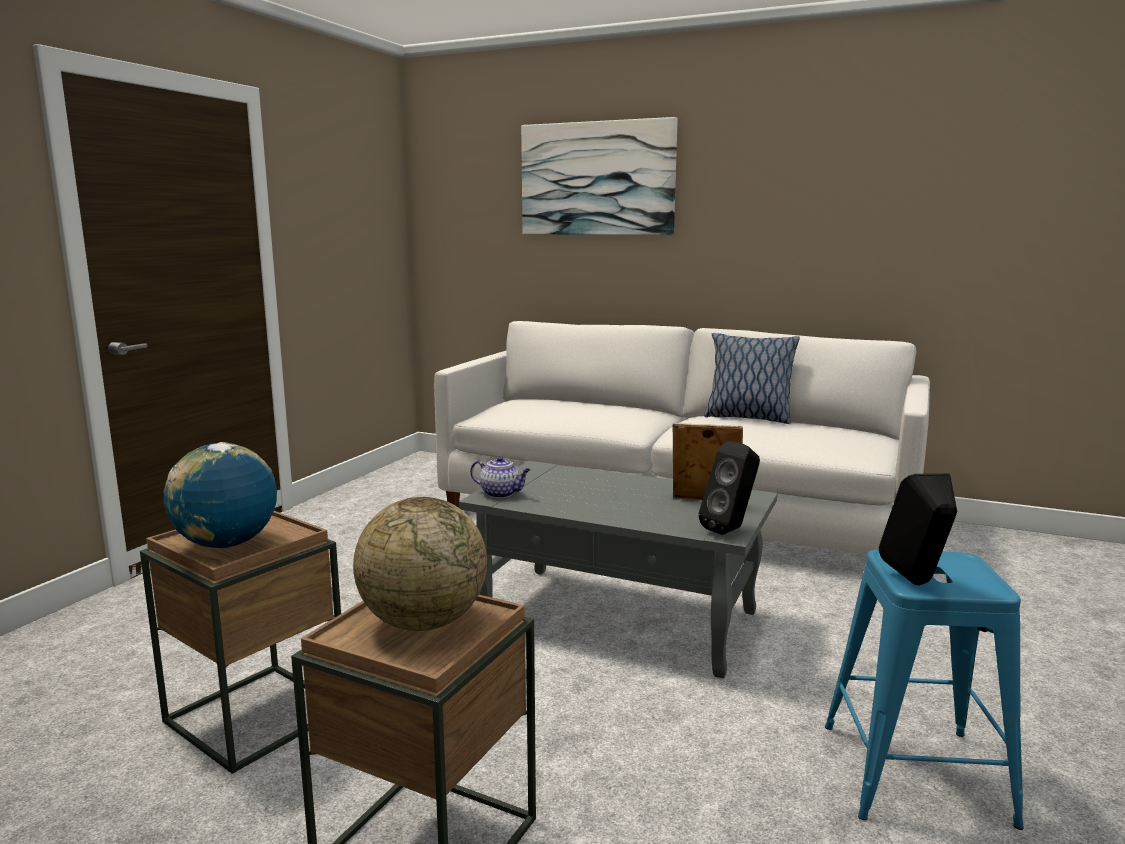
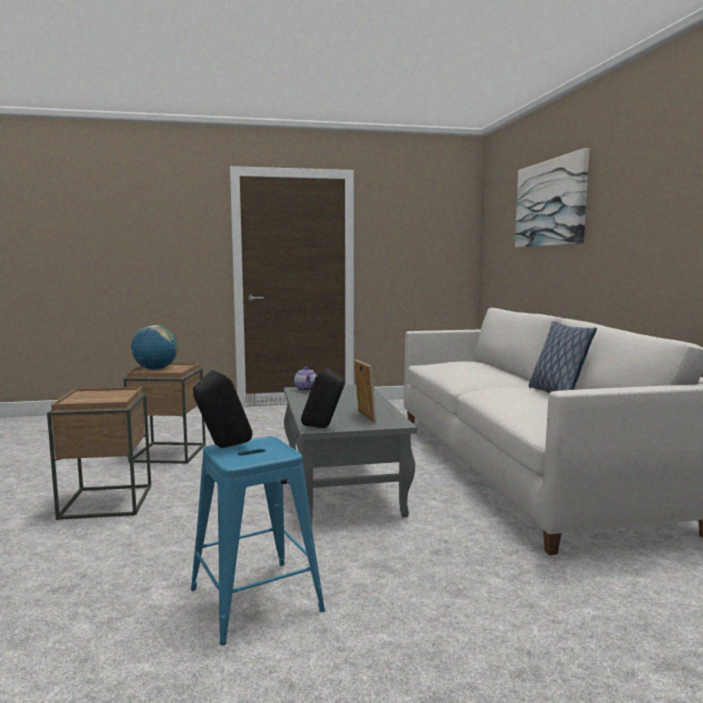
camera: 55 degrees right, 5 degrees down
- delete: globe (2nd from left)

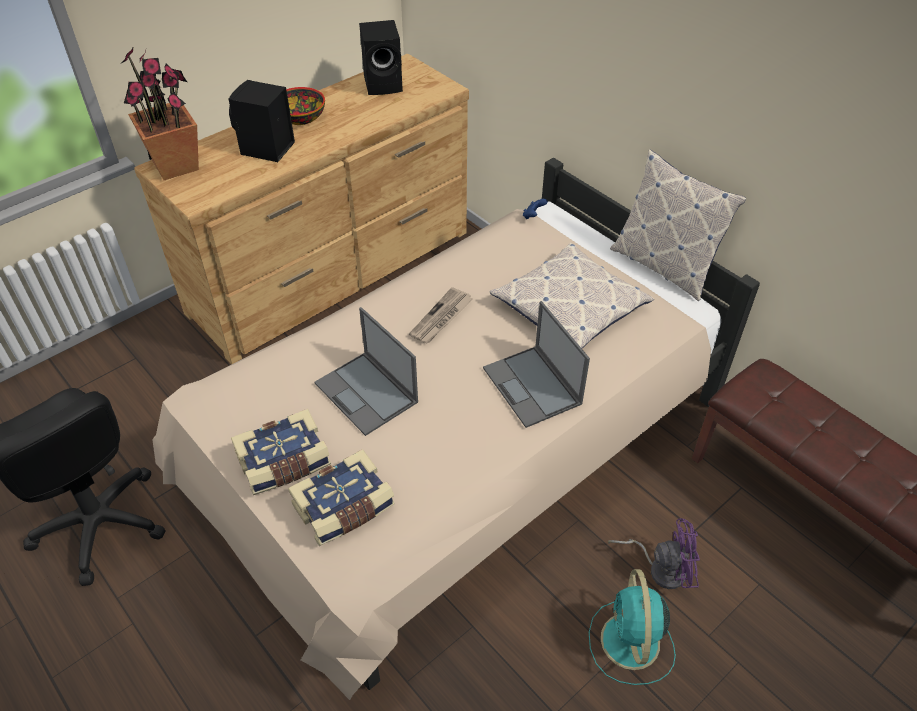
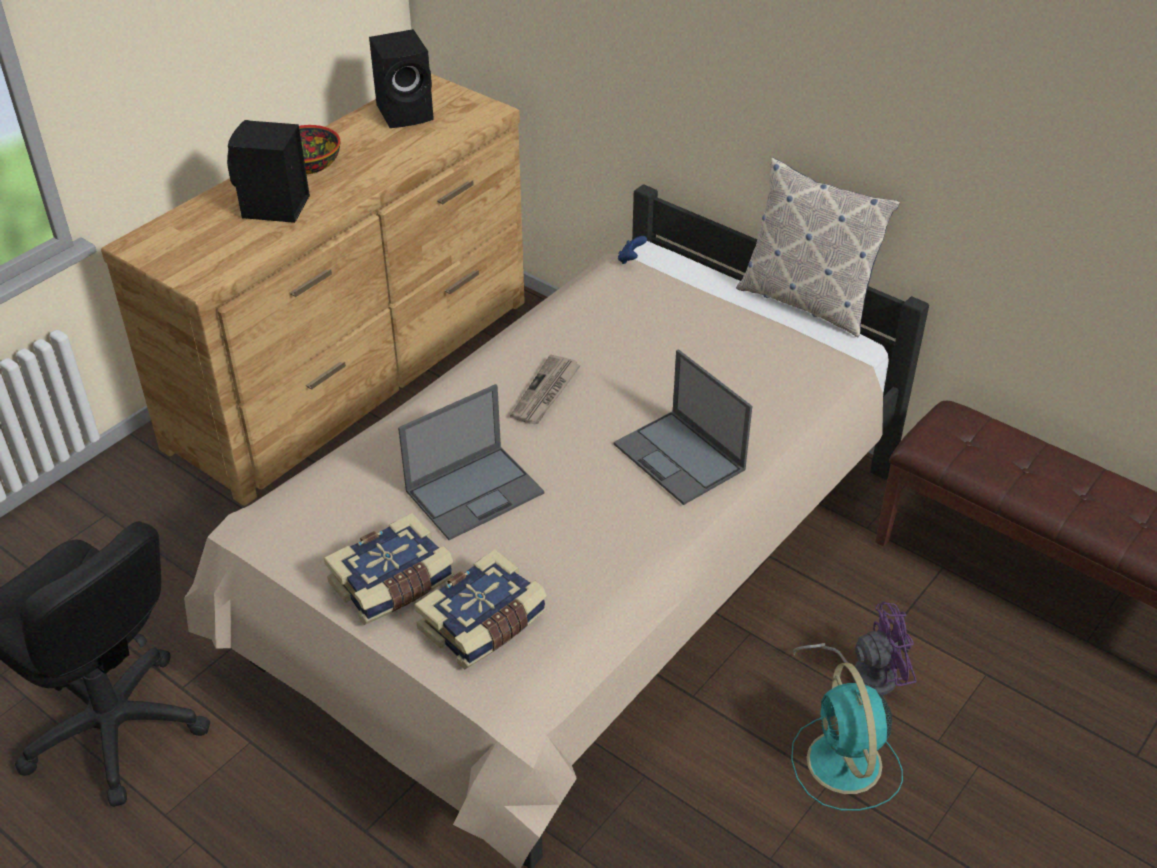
camera: 10 degrees left, 5 degrees down
- delete: potted plant
- delete: pillow (1st from left)
- rotate: laptop (1st from left) 75 degrees counterclockwise

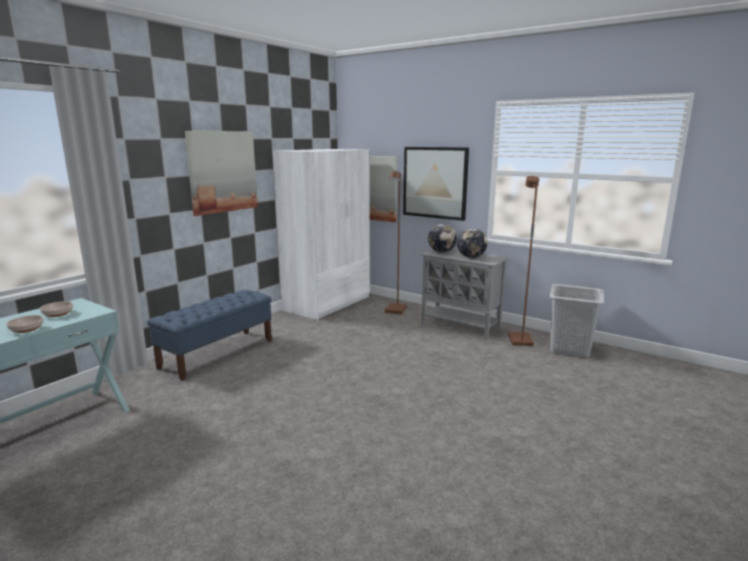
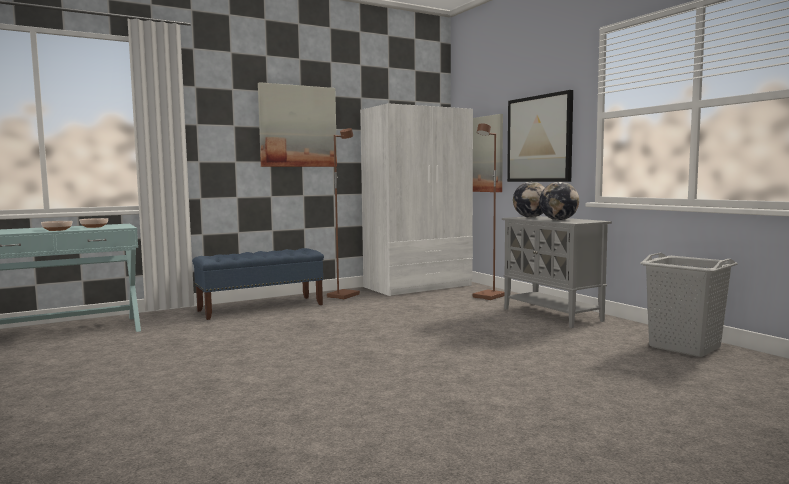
camera: 25 degrees right, 10 degrees down
- move: floor lamp (brown) (2nd from left in the first image) to floor lamp (brown) (1st from left)

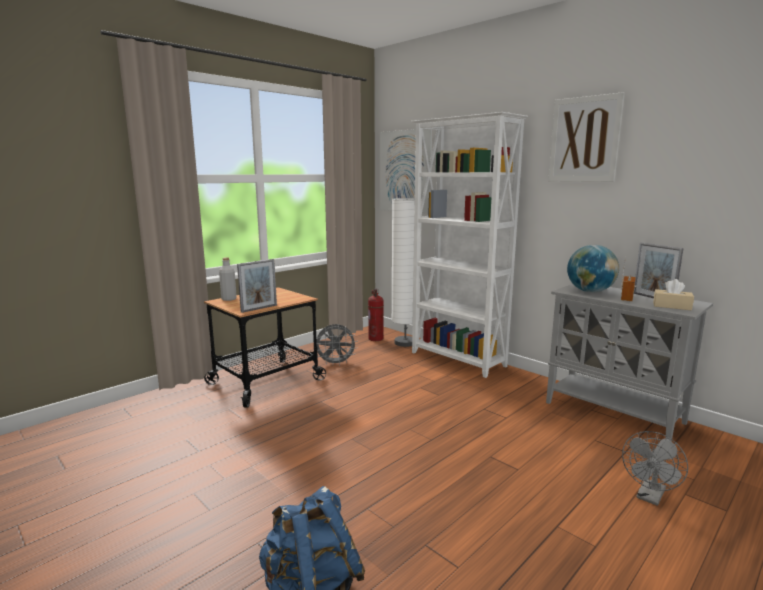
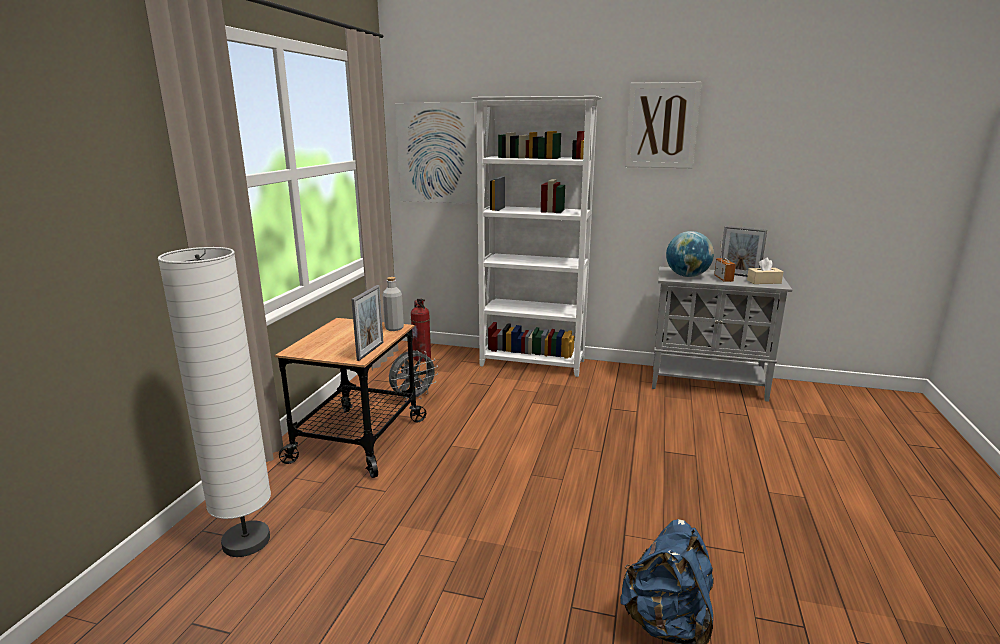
camera: 30 degrees left, 5 degrees up
- delete: fan (grey) (2nd from left)
- move: bottle (grey)
- move: floor lamp (white)

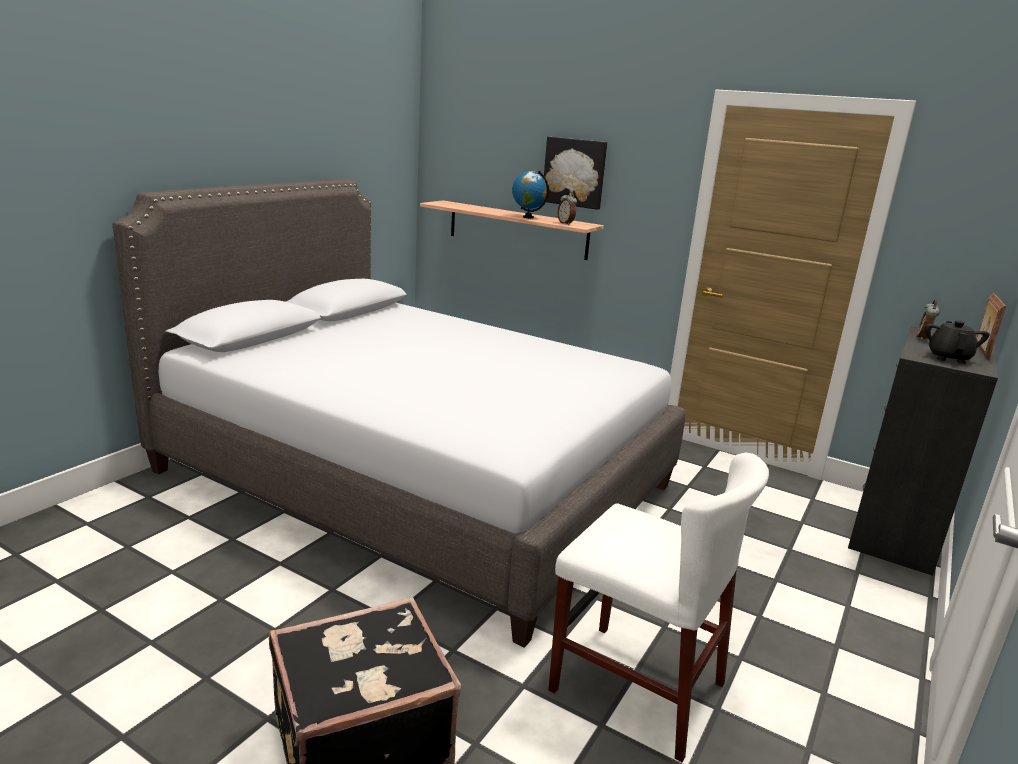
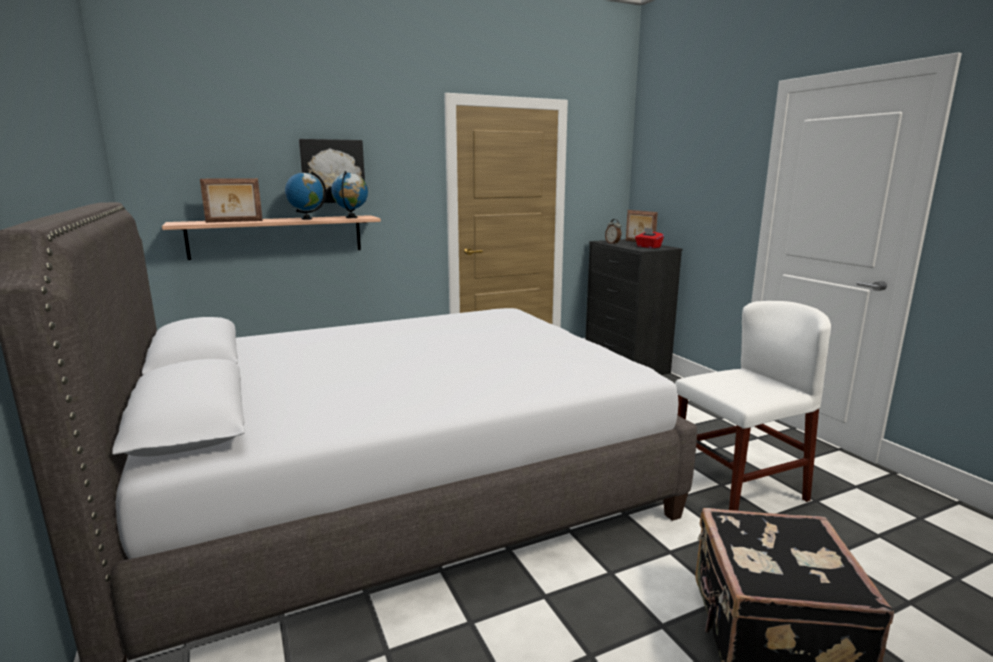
camera: 55 degrees left, 5 degrees down
- insert: picture frame (1st from left)
- replace: alarm clock (1st from left) to globe (2nd from left)
- replace: teapot (black) to tissue box (red)

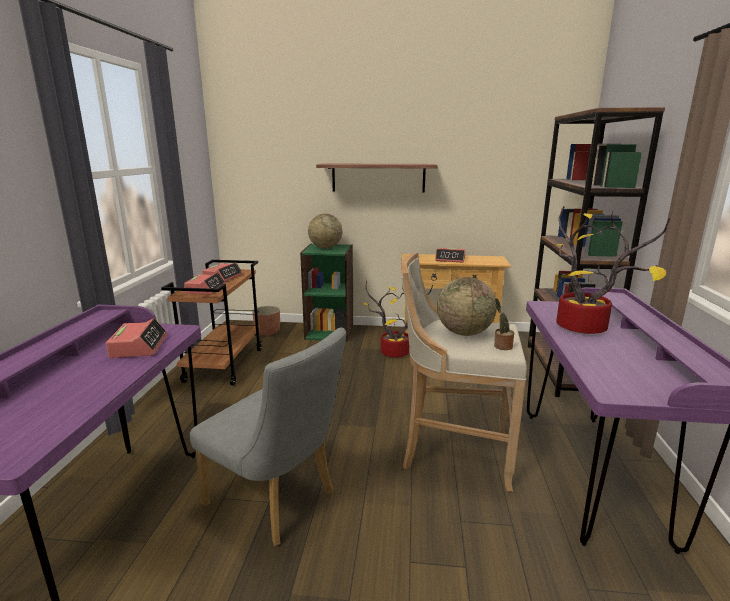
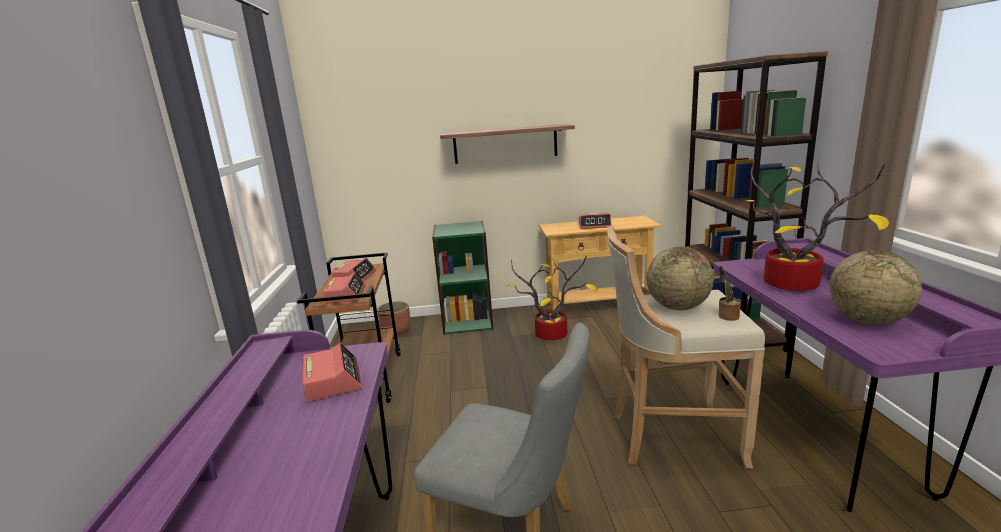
camera: 10 degrees left, 0 degrees up
- move: globe (1st from left in the first image) to globe (2nd from left)

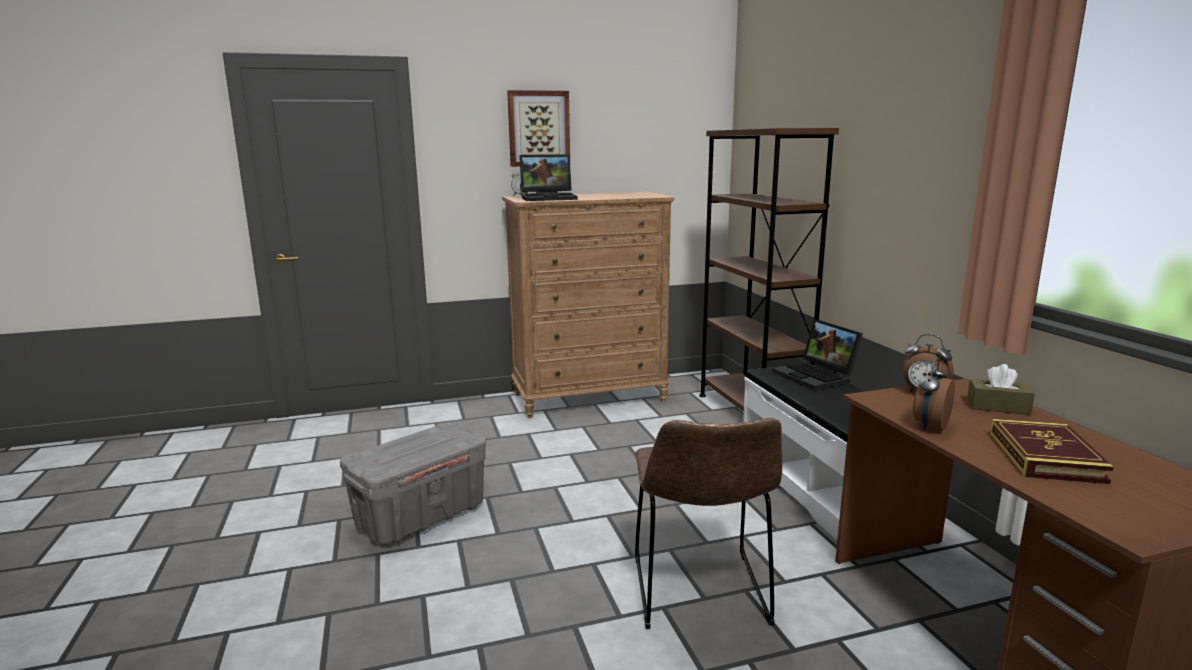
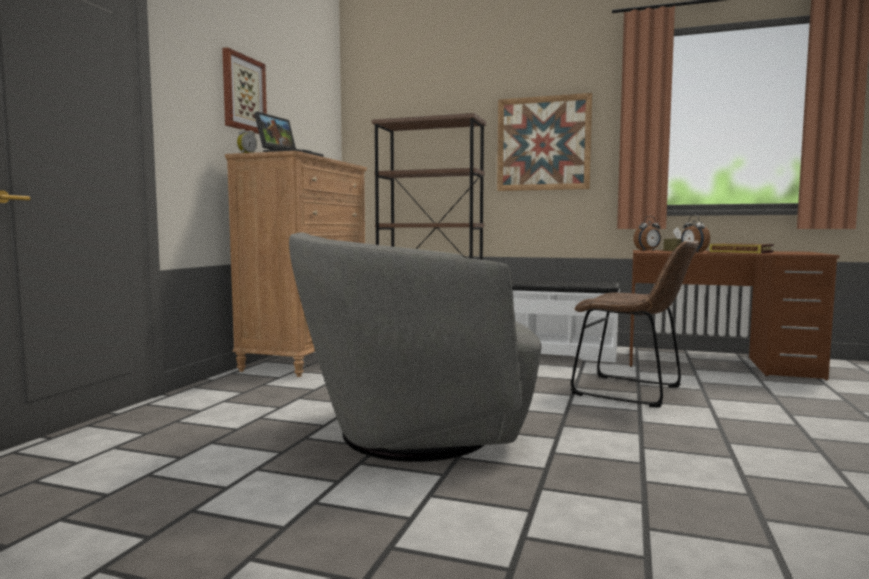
camera: 55 degrees left, 10 degrees down
- delete: laptop (2nd from left)
- insert: picture (2nd from left)
- replace: storage box (grey) to armchair (grey)

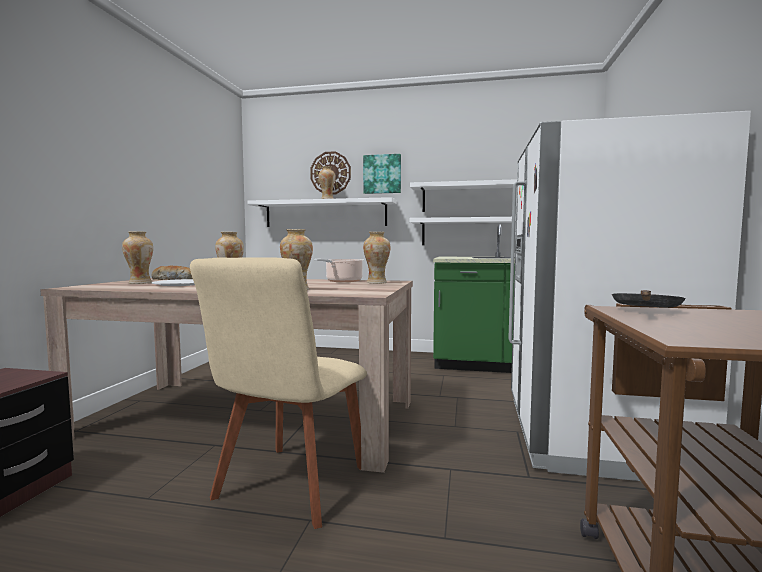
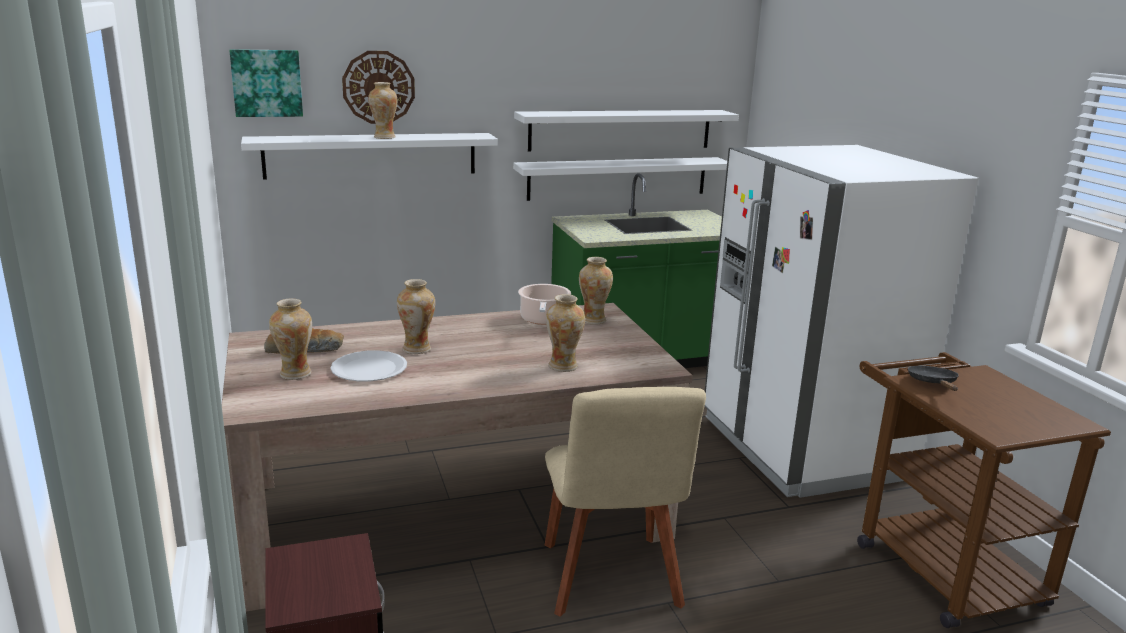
camera: 30 degrees left, 15 degrees up
- move: picture

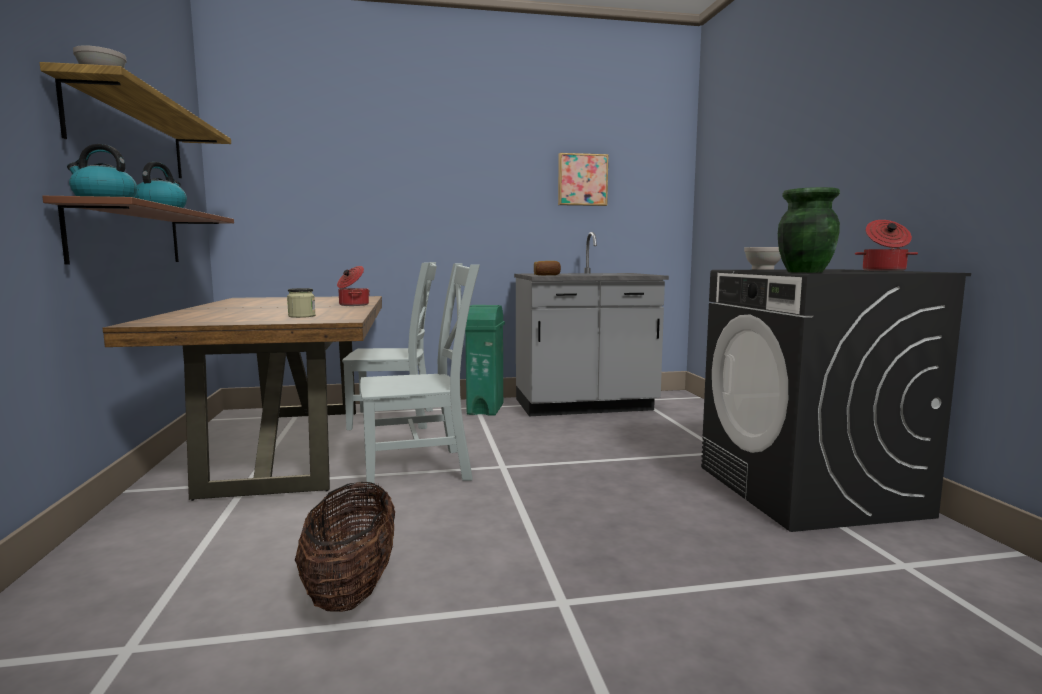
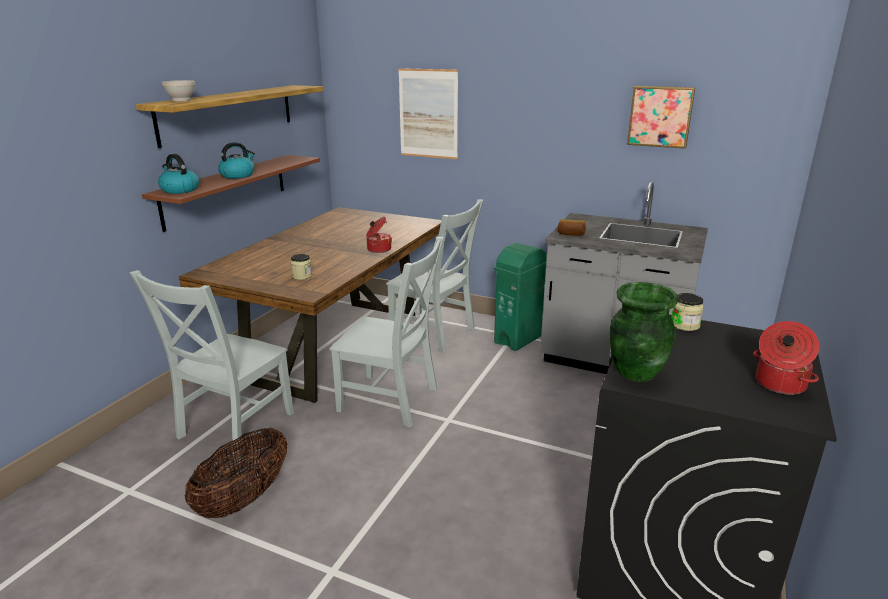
camera: 35 degrees right, 15 degrees up
- insert: chair (grey) (1st from left)
- insert: picture (1st from left)
- replace: bowl (white) (2nd from left) to jar (2nd from left)

